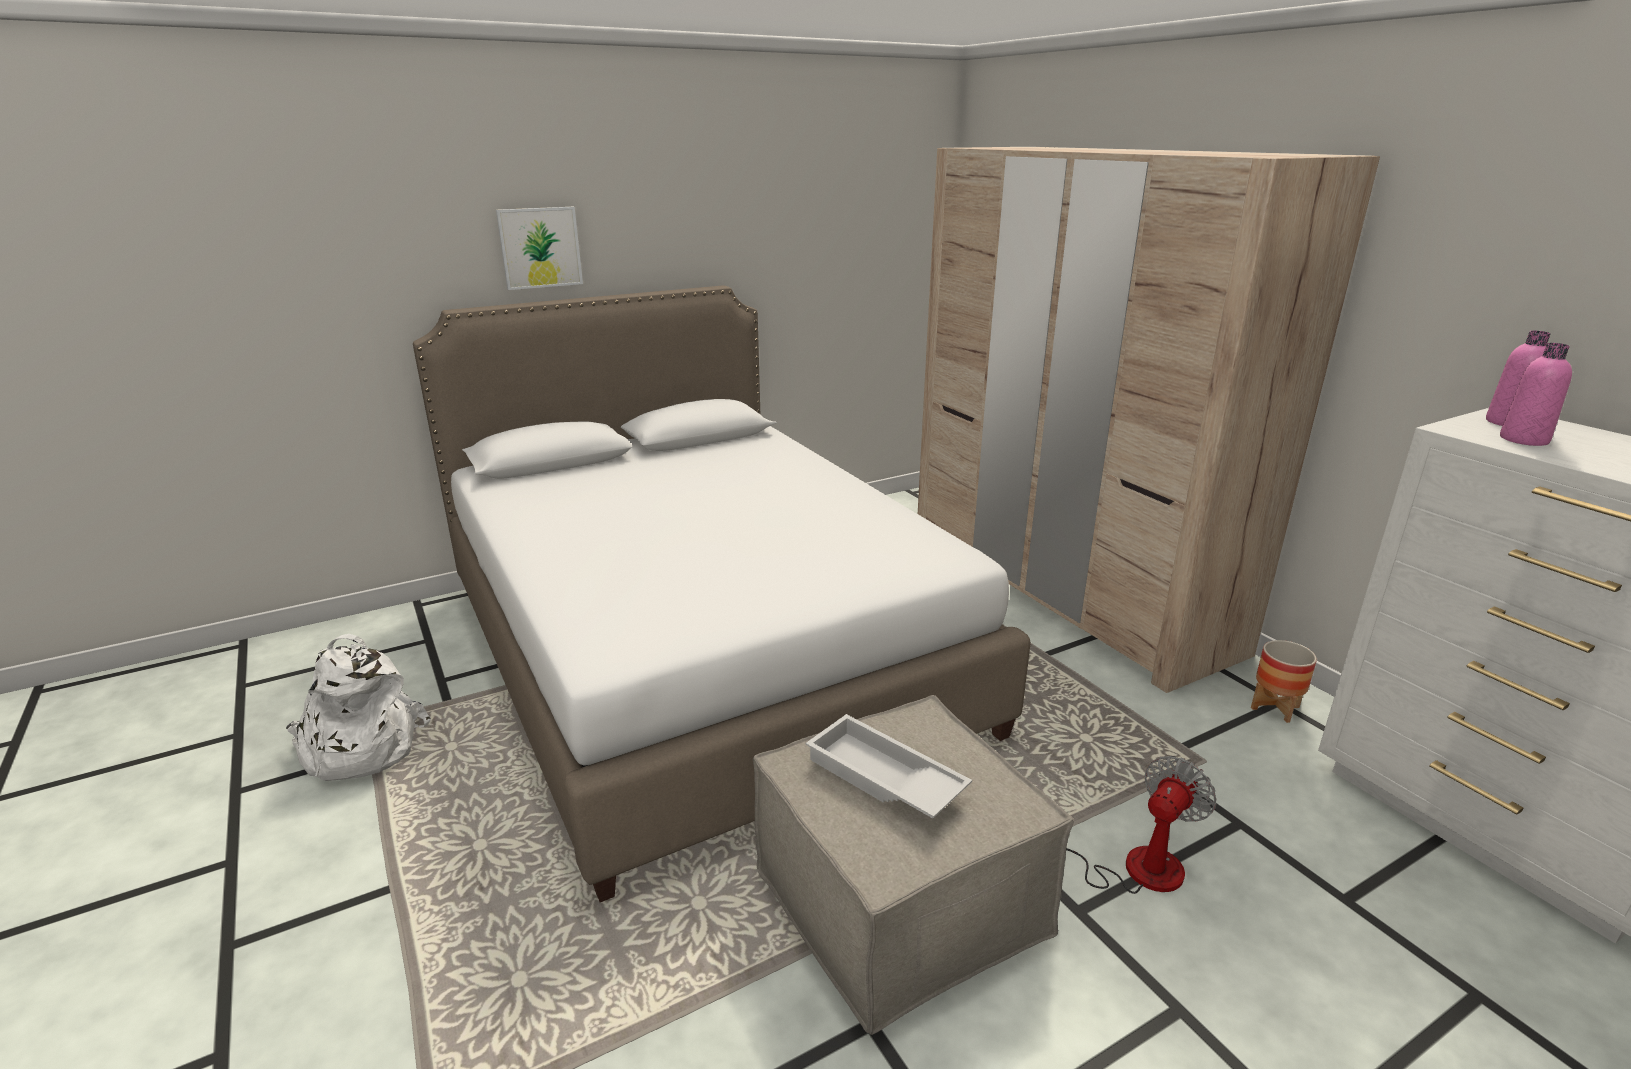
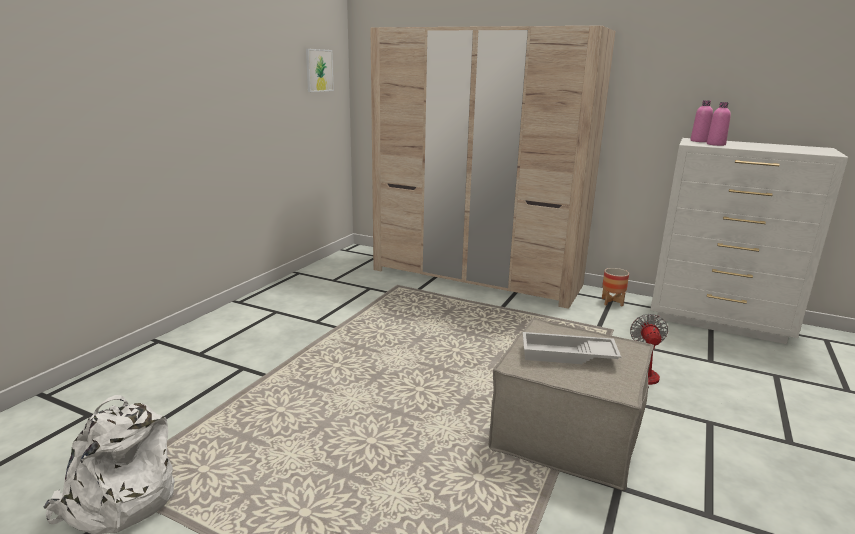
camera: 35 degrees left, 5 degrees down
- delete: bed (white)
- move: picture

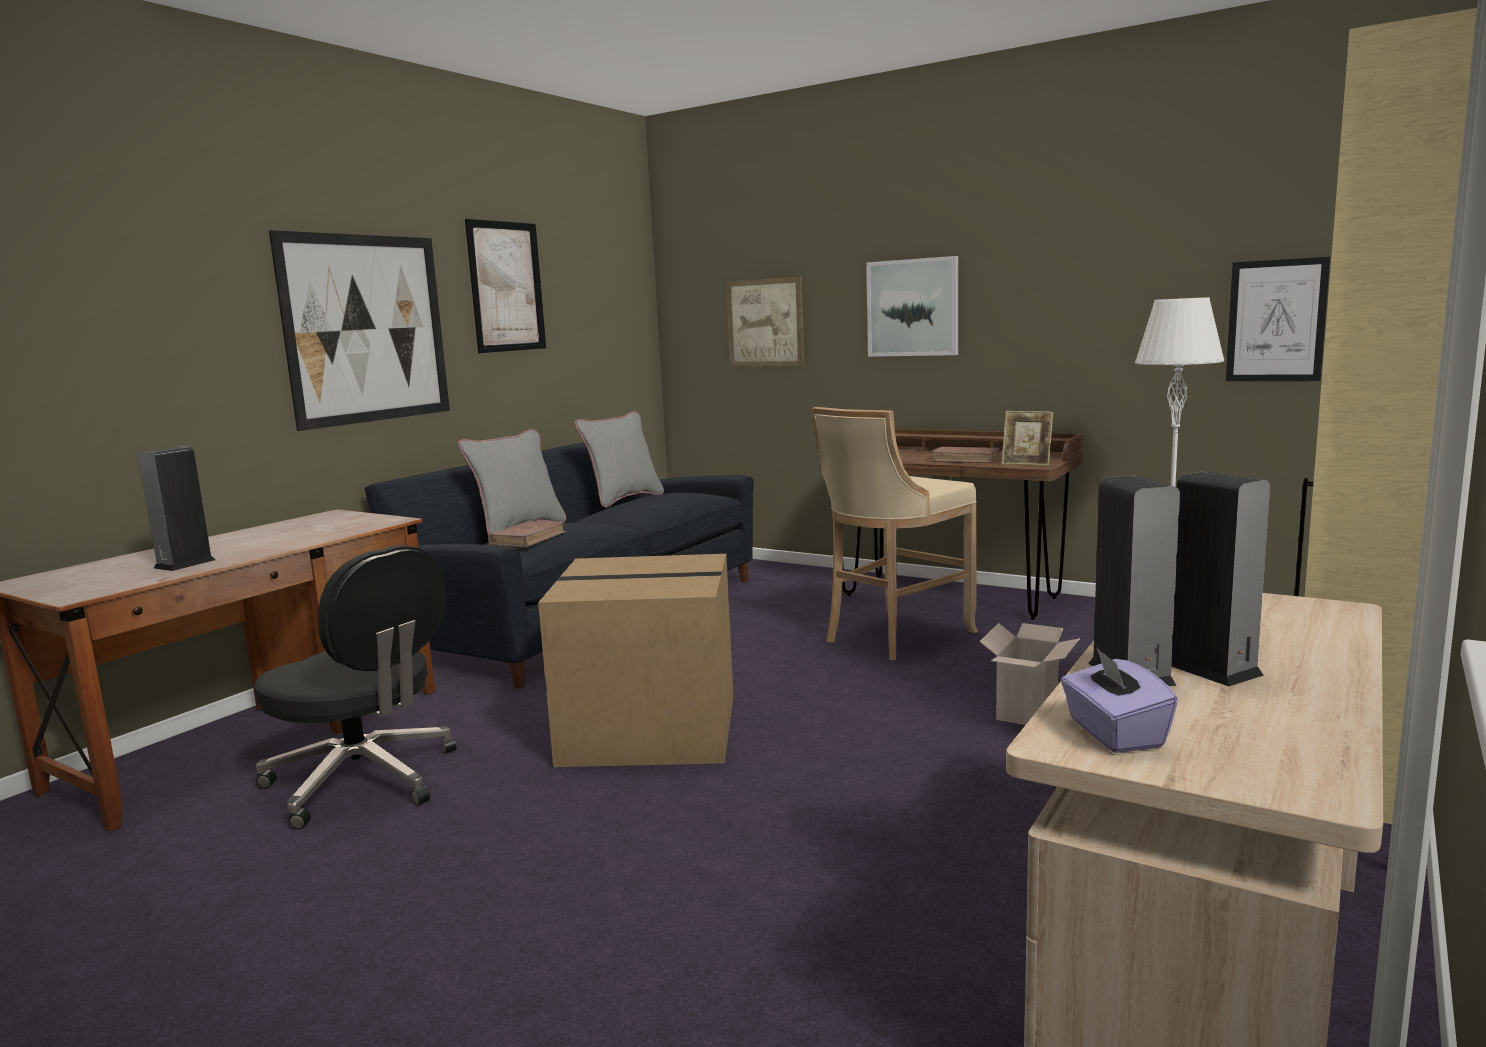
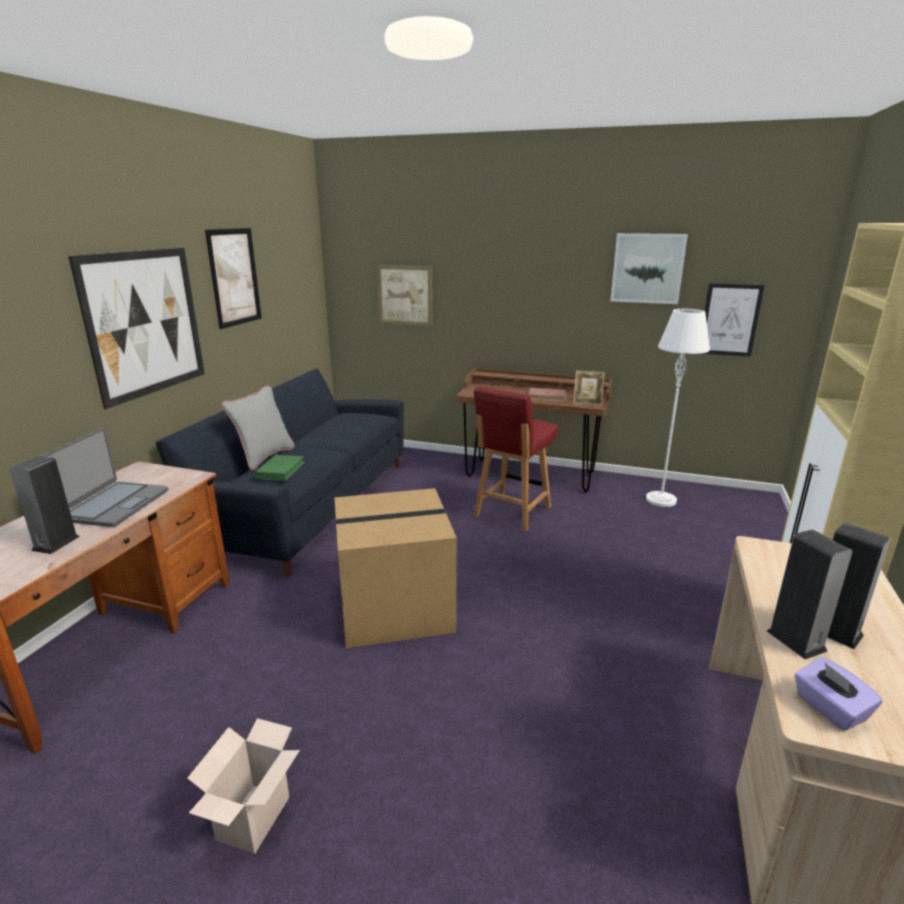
camera: 15 degrees left, 10 degrees up
- delete: office chair (black)
- delete: pillow (grey) (2nd from left)
- insert: laptop
- move: picture (4th from left)
- move: cardboard box (2nd from left in the first image) to cardboard box (1st from left)
- replace: stool (beige) to chair (red)
- recolor: book (brown) (1st from left) to book (green)

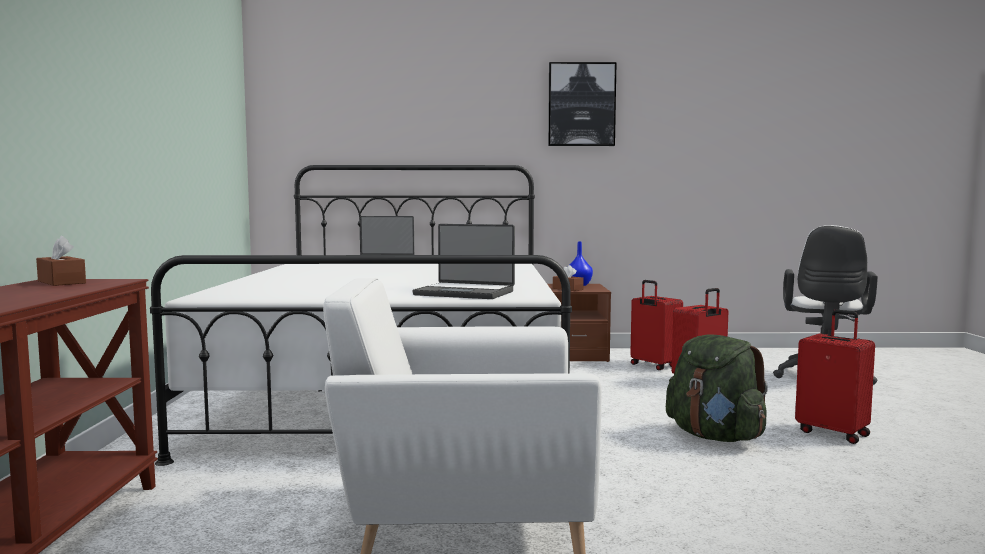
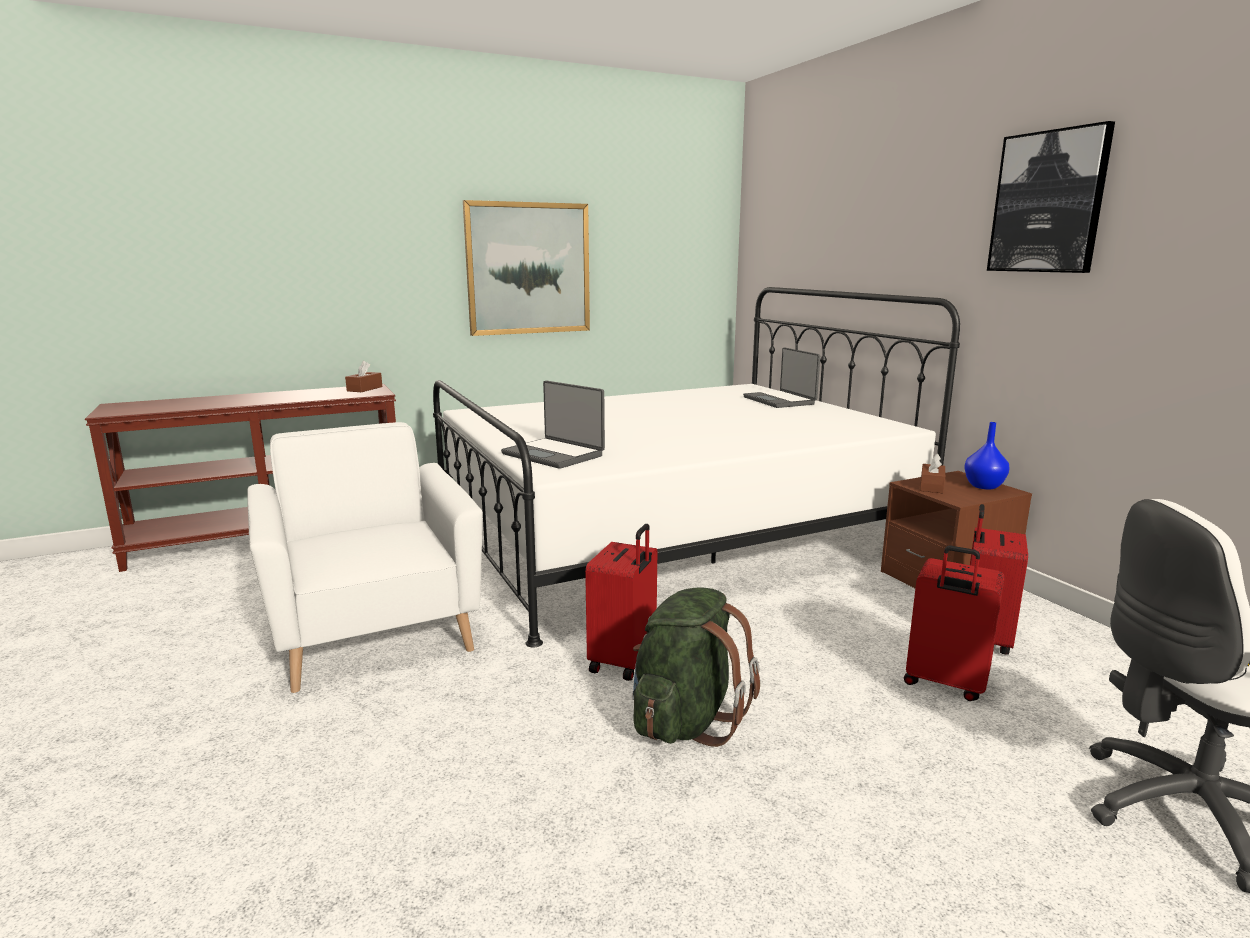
camera: 65 degrees right, 10 degrees up
- insert: picture (1st from left)
- move: suitcase (red) (3rd from left in the first image) to suitcase (red) (1st from left)
- rotate: laptop (2nd from left in the first image) 45 degrees counterclockwise

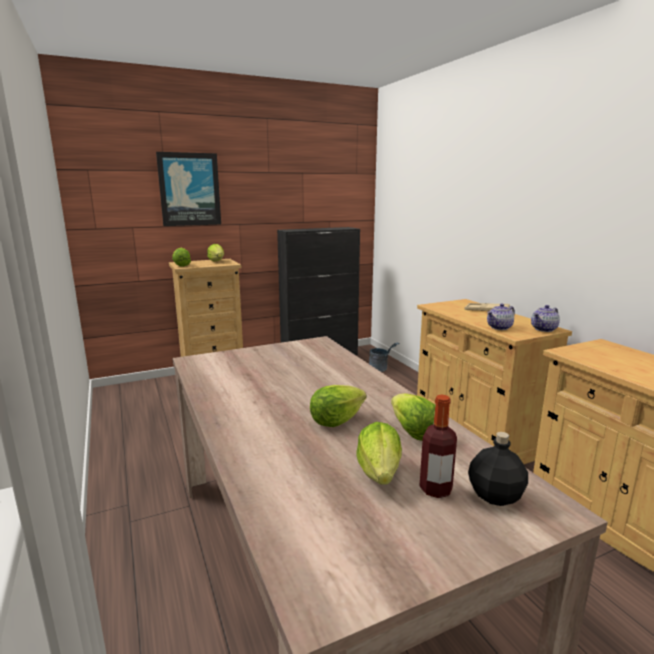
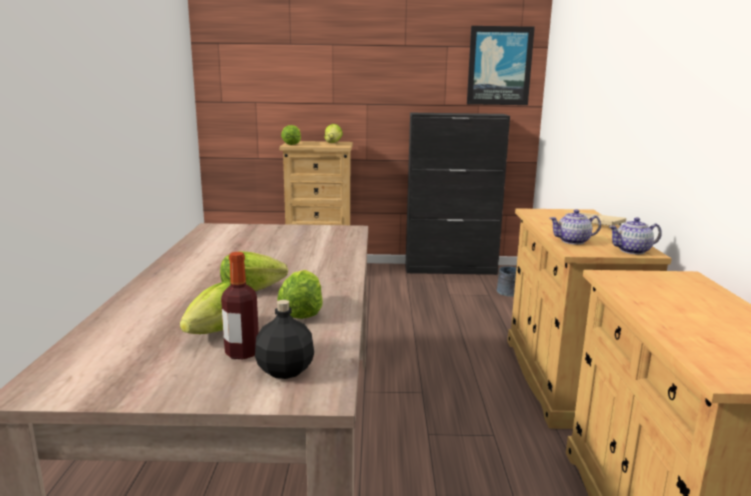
camera: 25 degrees right, 0 degrees up
- move: picture

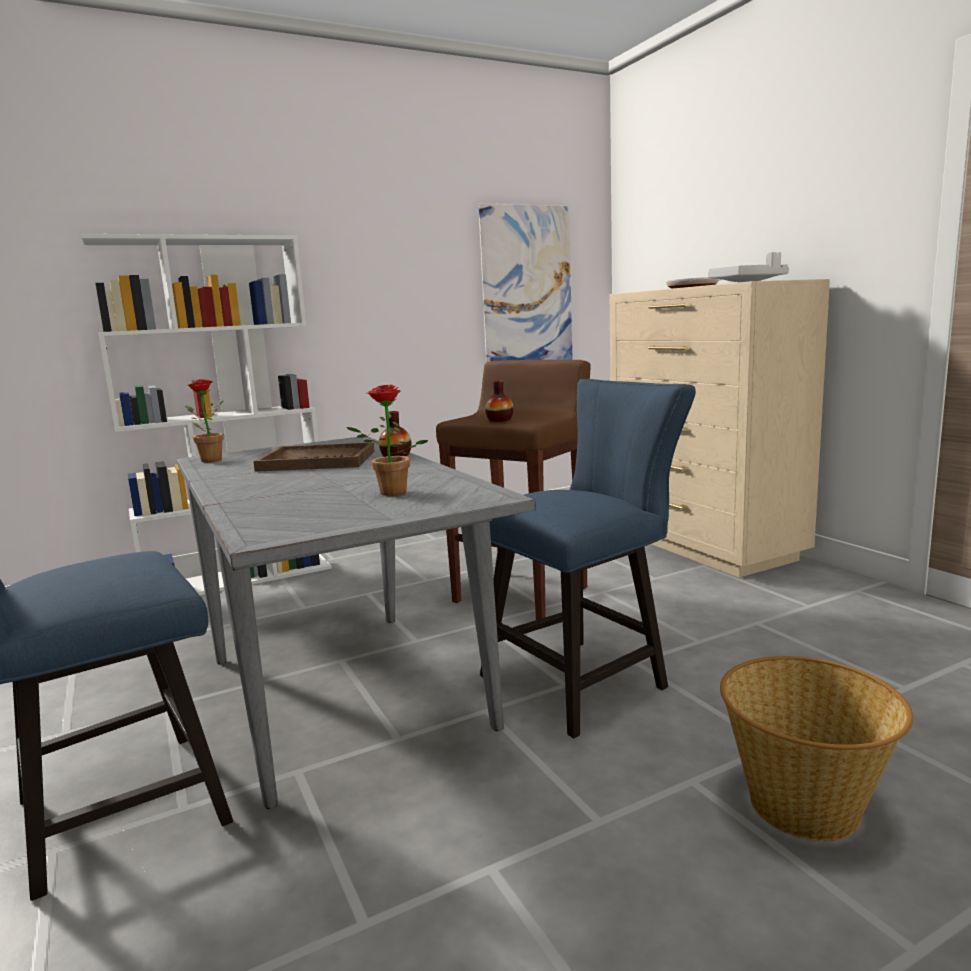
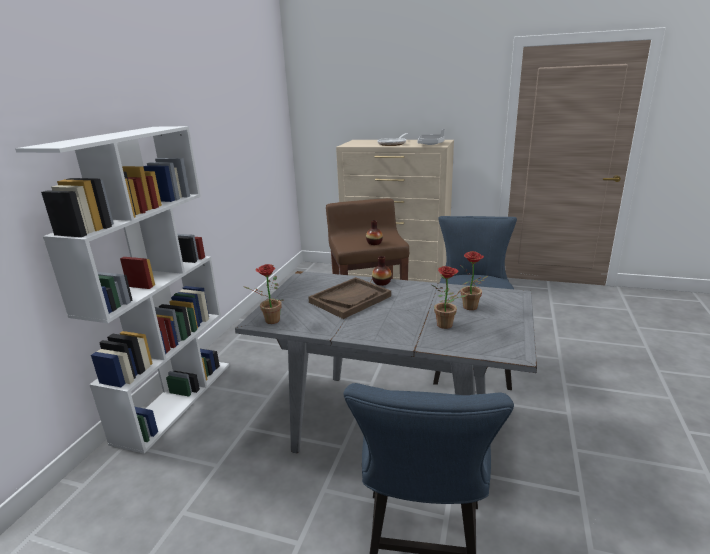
camera: 45 degrees left, 10 degrees up
- delete: picture
- delete: basket
- insert: potted plant (2nd from left)

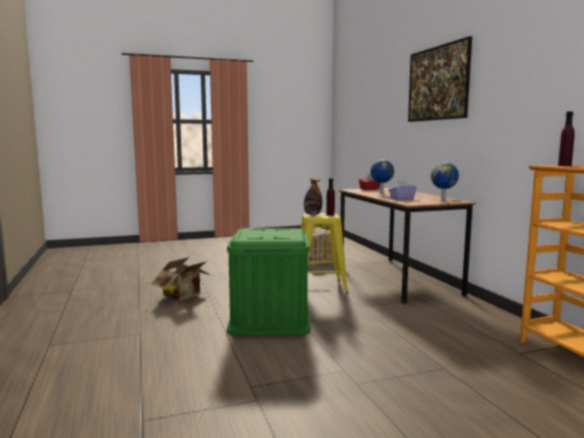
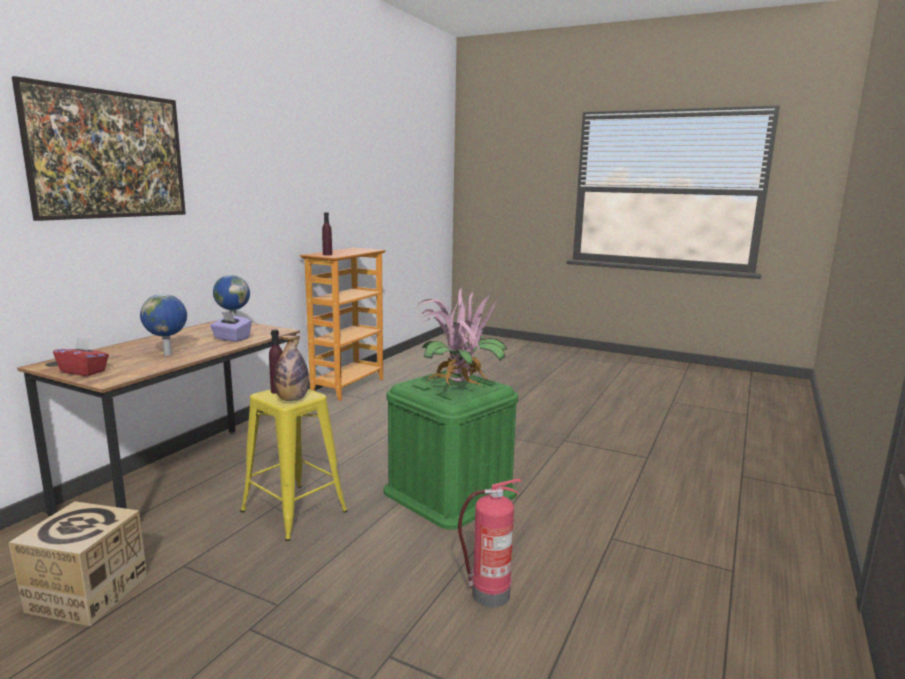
camera: 135 degrees left, 5 degrees up
- insert: potted plant
- replace: cardboard box (1st from left) to fire extinguisher

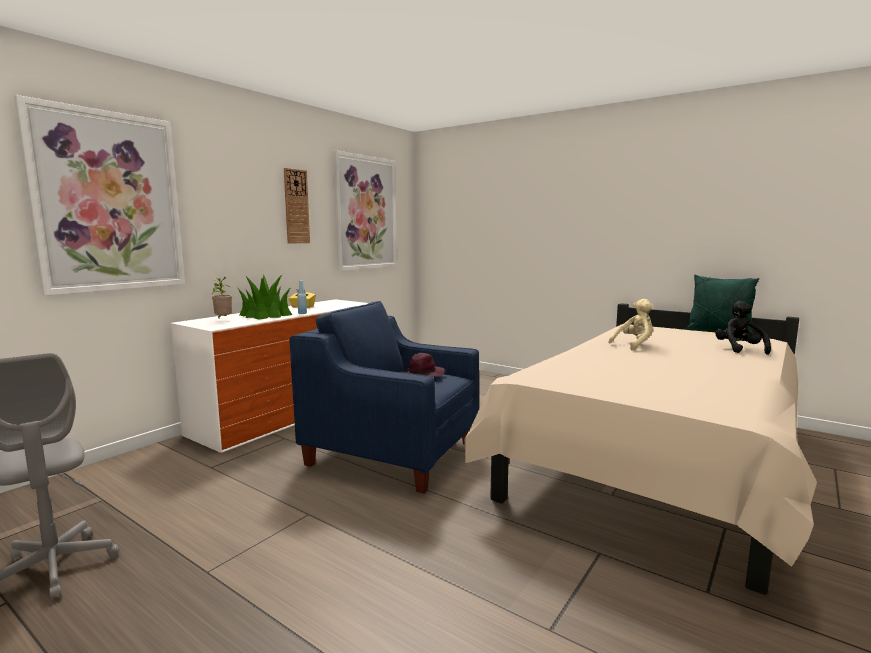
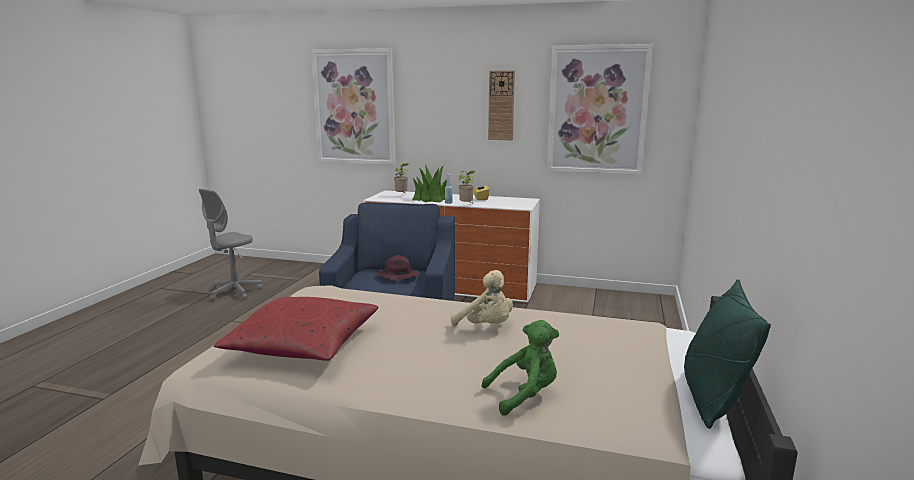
camera: 70 degrees right, 5 degrees up
- insert: pillow (red)
- insert: potted plant (3rd from left)
- recolor: plush toy (black) to plush toy (green)

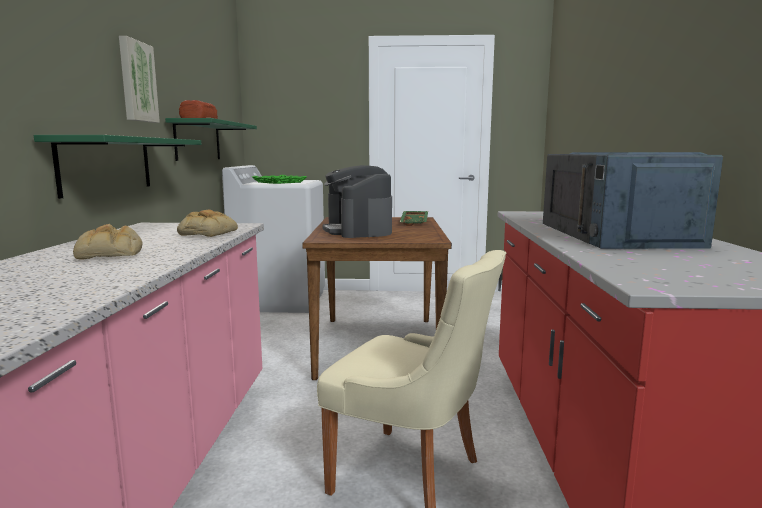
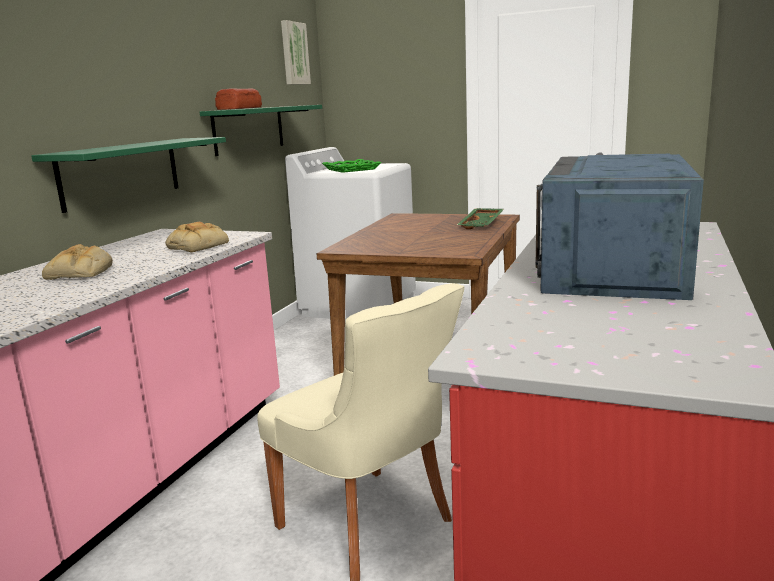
camera: 20 degrees right, 5 degrees up
- delete: coffee machine
- move: picture

